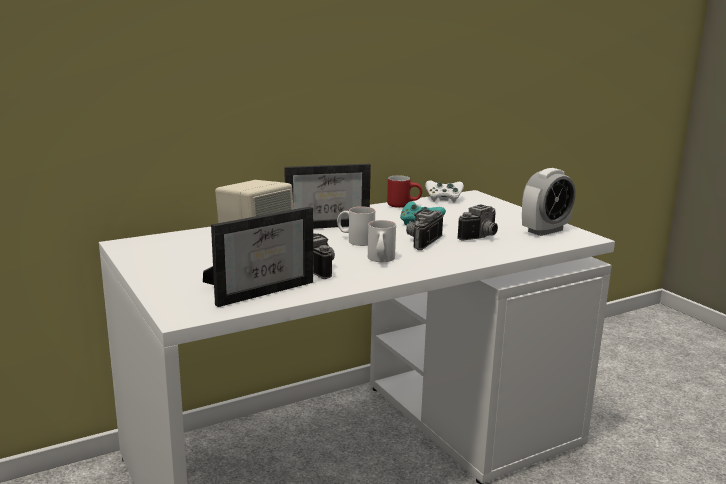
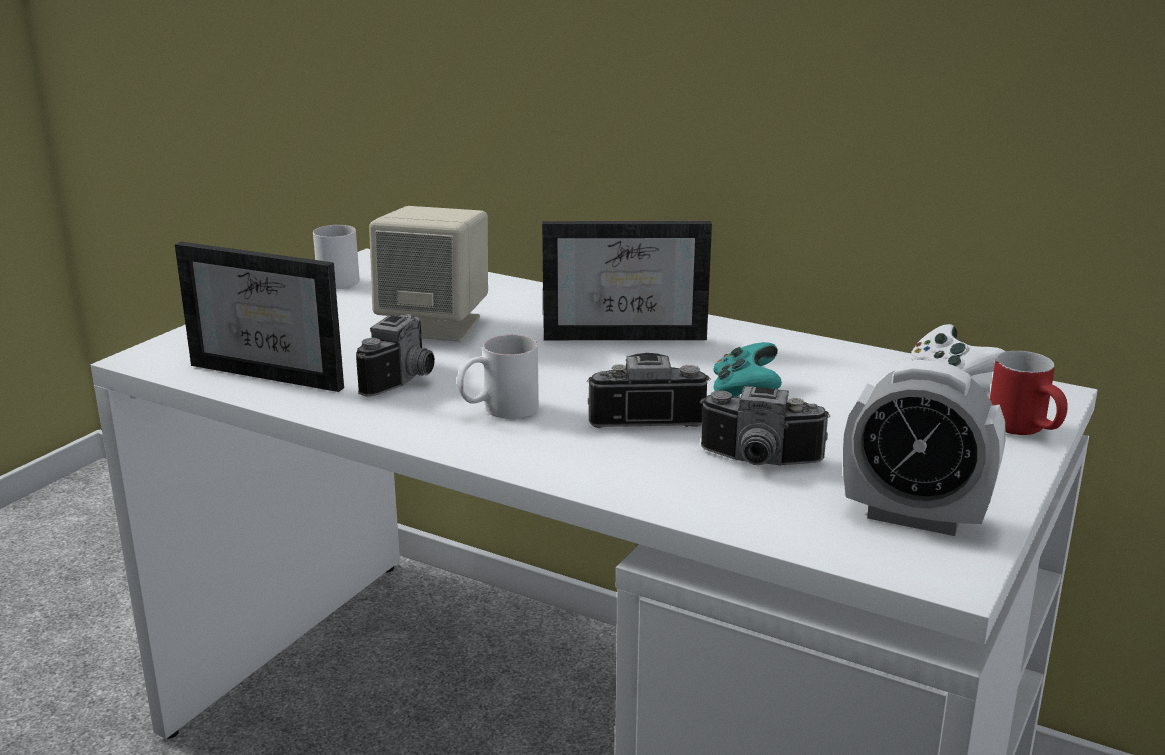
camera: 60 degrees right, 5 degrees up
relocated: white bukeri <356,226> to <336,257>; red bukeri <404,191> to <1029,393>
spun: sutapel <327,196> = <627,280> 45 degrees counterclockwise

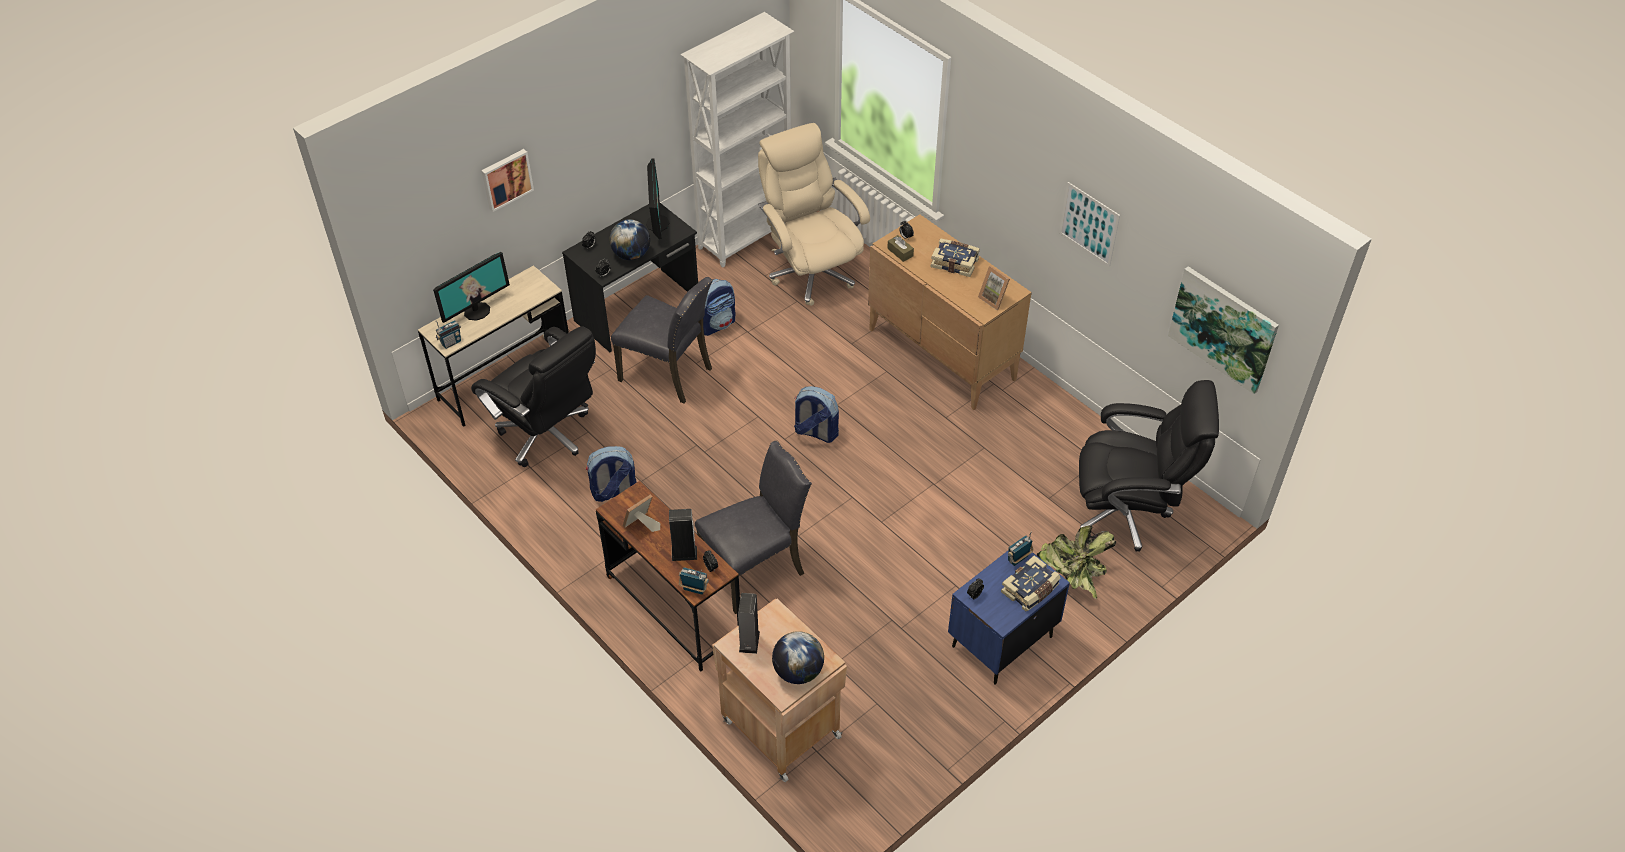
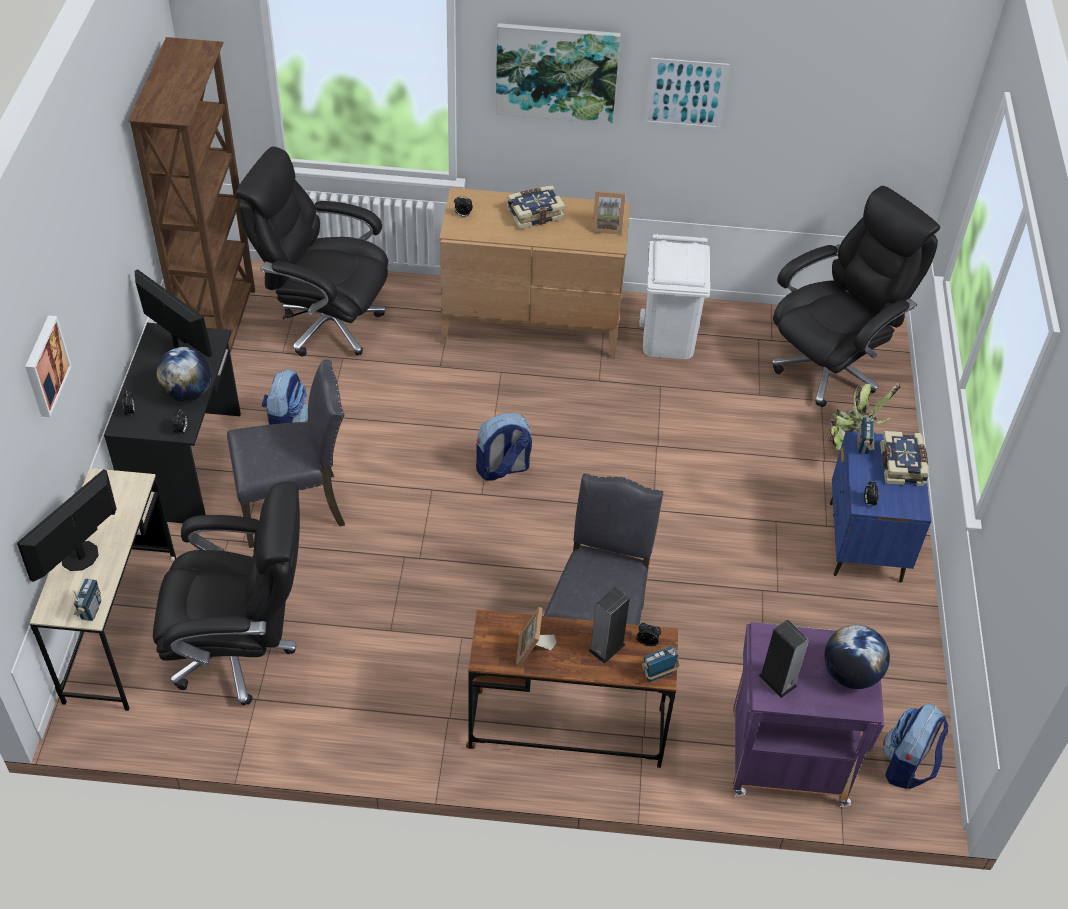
camera: 45 degrees left, 0 degrees up
missing: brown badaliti <900,248>
appeared: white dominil <674,296>
relocated: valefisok <1223,330> to <558,73>; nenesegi <611,474> to <915,746>
colour: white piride <737,140> to brown piride <191,195>; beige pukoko <814,214> to black pukoko <312,251>; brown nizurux <779,690> to purple nizurux <808,714>
spun: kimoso <471,287> = <67,525> 150 degrees counterclockwise

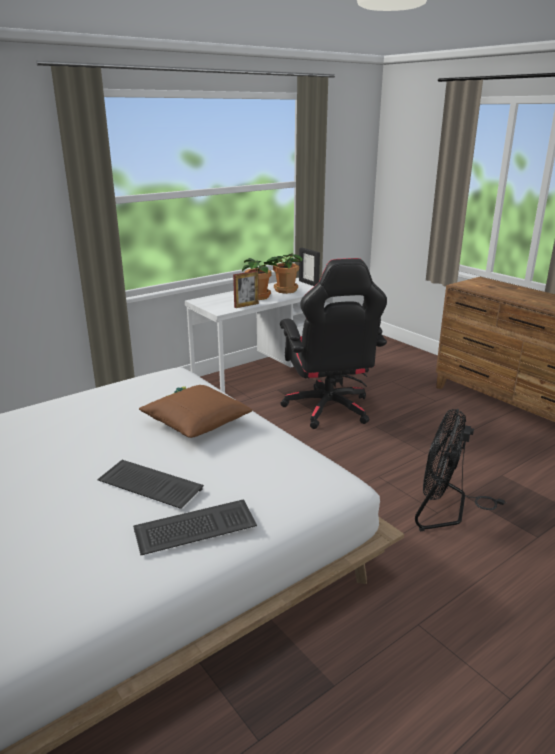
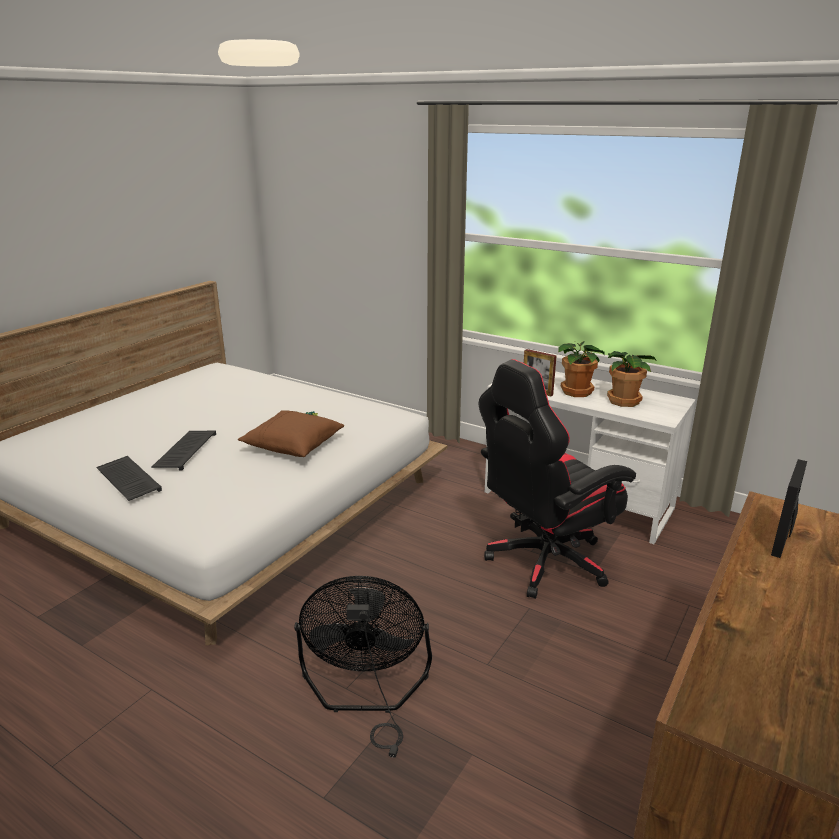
camera: 70 degrees right, 0 degrees up
relocated: sutapel <309,267> to <789,508>

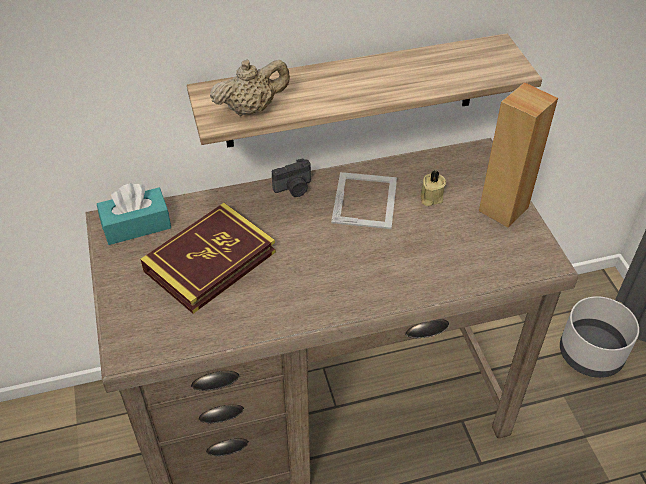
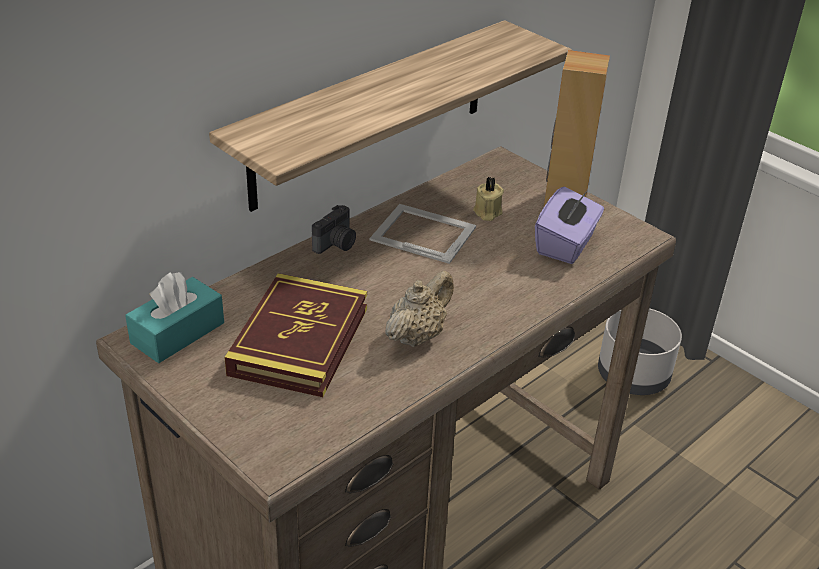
camera: 30 degrees left, 10 degrees down
appeared: purple badaliti <569,225>
relocated: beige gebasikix <250,88> to <419,308>
spun: sutapel <364,200> = <423,234> 45 degrees counterclockwise

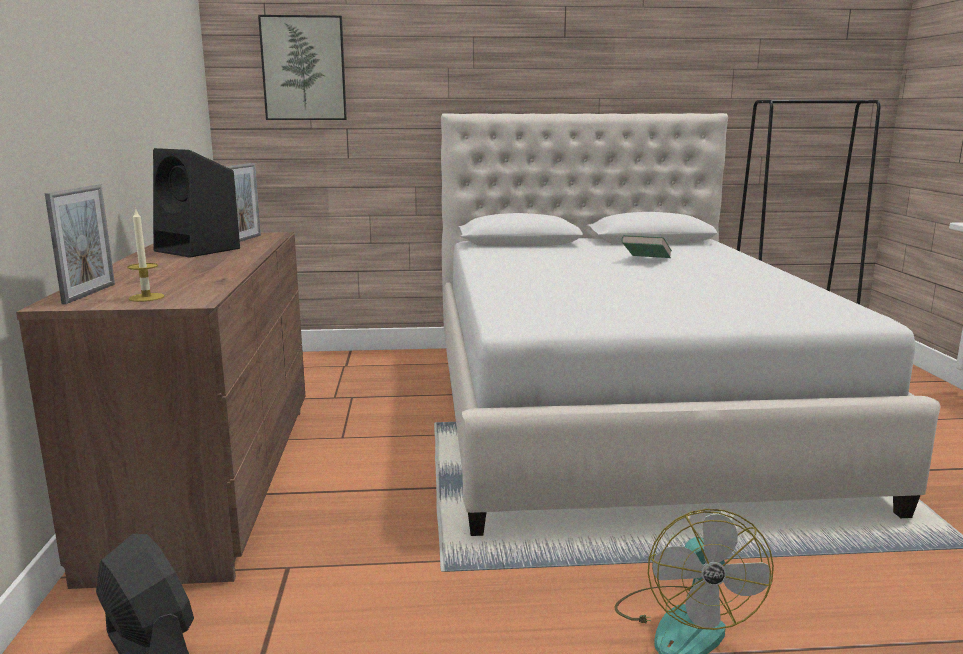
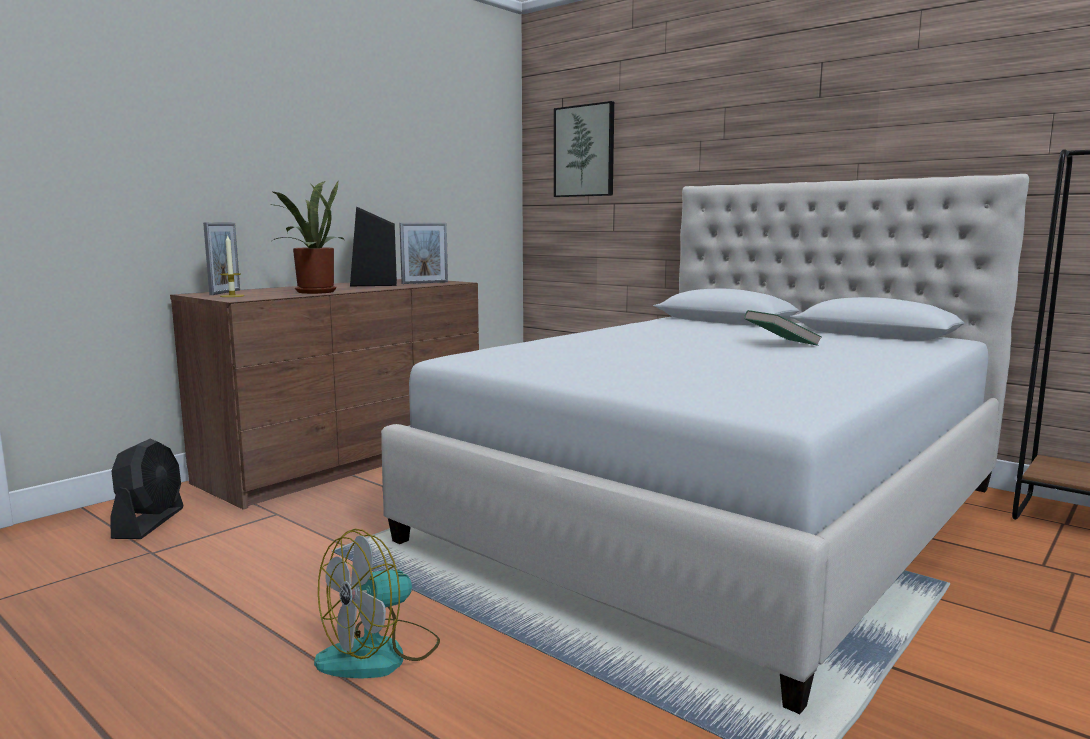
camera: 45 degrees right, 5 degrees down
appeared: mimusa <307,237>
spun: sutapel <80,244> = <221,258> 45 degrees counterclockwise

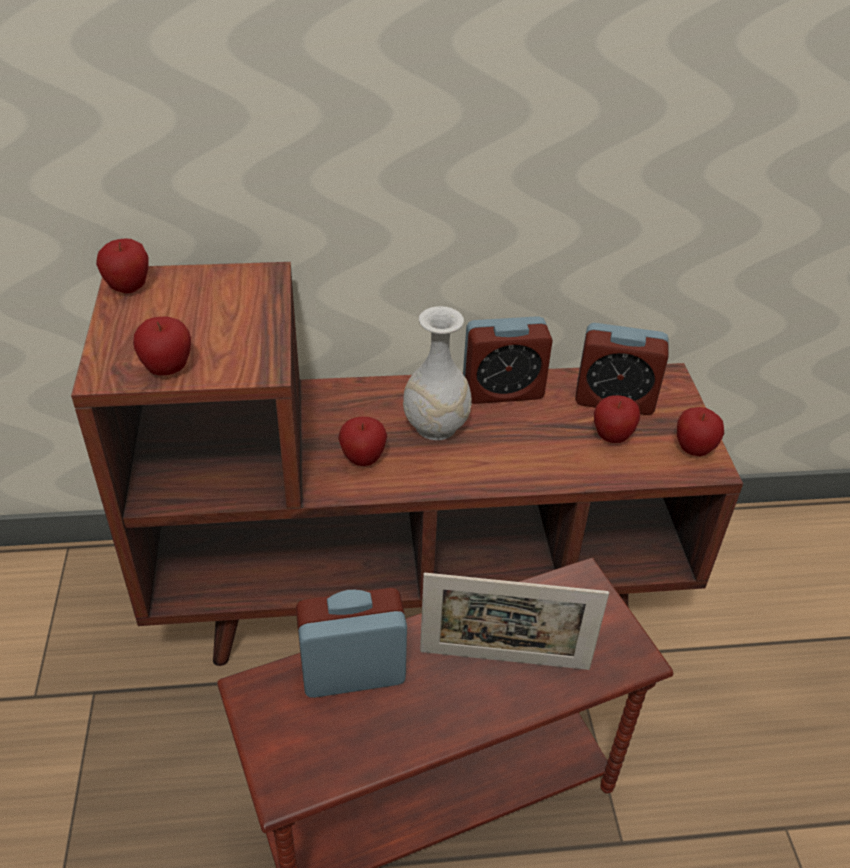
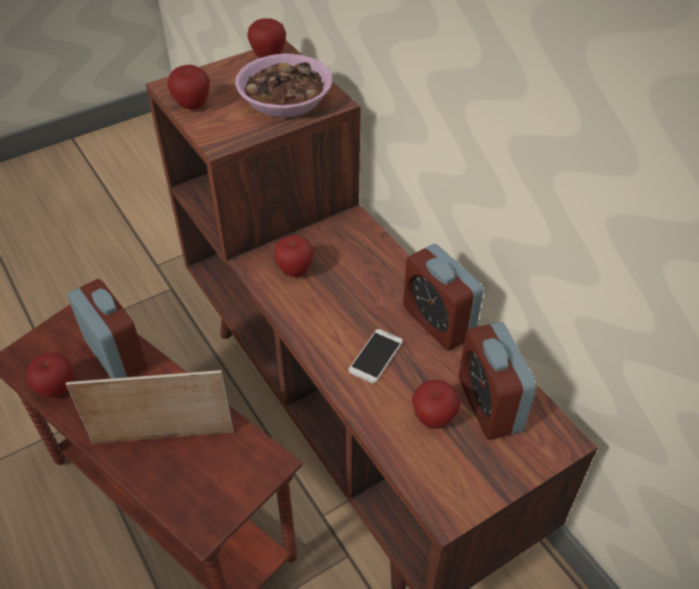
camera: 65 degrees right, 5 degrees up
missing: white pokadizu <437,373>
appeared: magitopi <283,86>; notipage <375,356>
relocated: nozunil <700,431> to <49,375>
spun: sutapel <514,621> = <149,407> 105 degrees clockwise

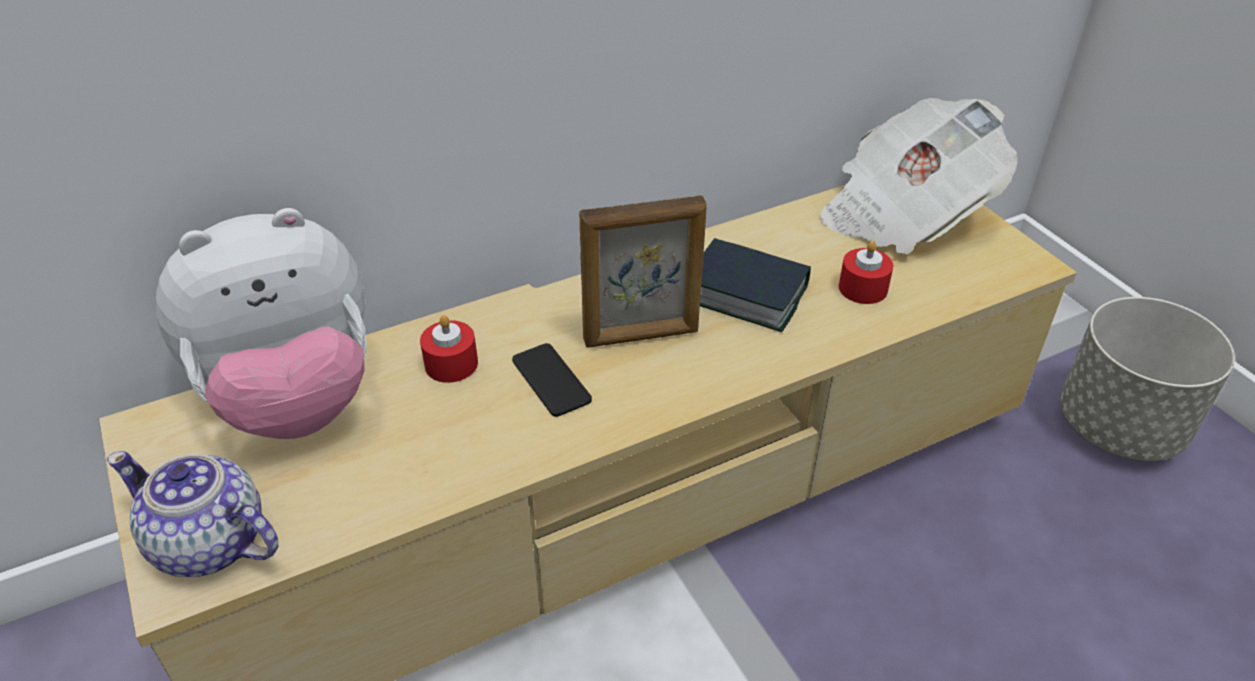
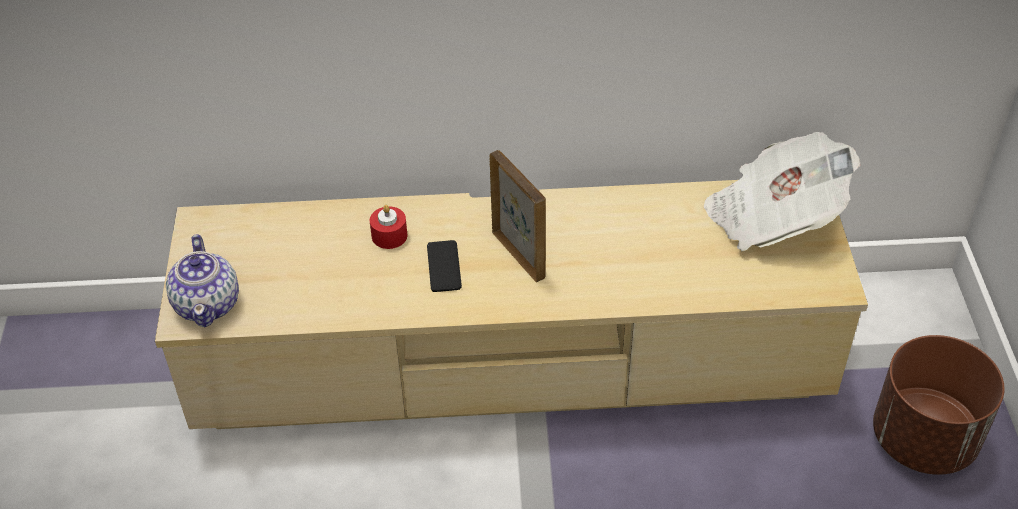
camera: 25 degrees right, 5 degrees up
missing: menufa <261,323>; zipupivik <755,285>; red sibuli <866,272>
colour: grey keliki <1147,379> to brown keliki <938,405>
spun: gebasikix <192,514> = <202,280> 150 degrees counterclockwise; sutapel <643,272> = <517,216> 135 degrees counterclockwise

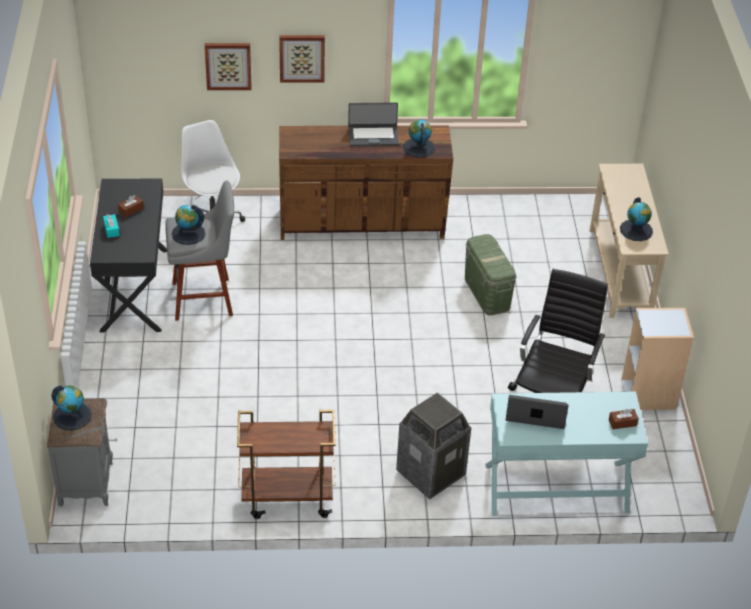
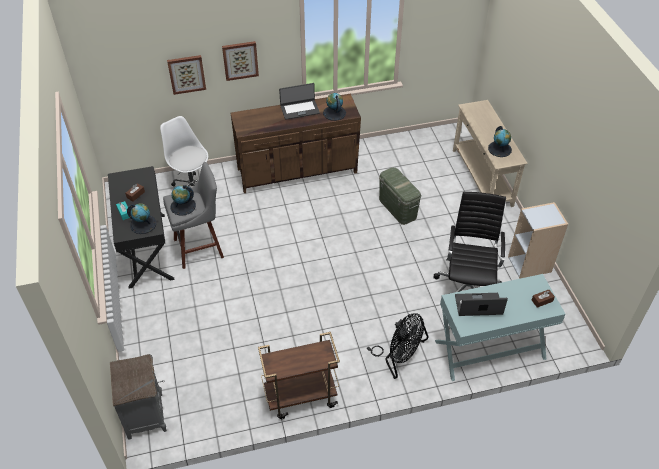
camera: 10 degrees left, 5 degrees up
relocated: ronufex <71,408> to <141,218>
exchanged: dominil <433,445> to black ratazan <398,346>

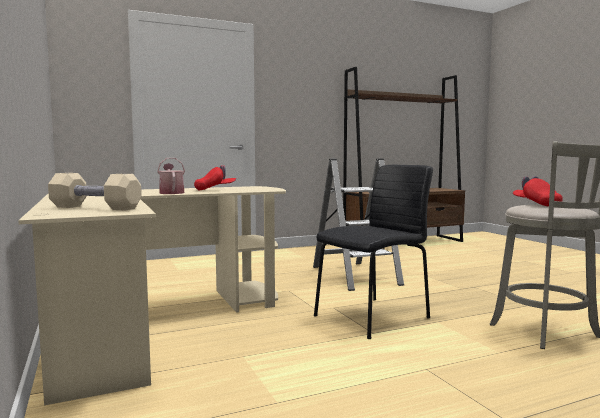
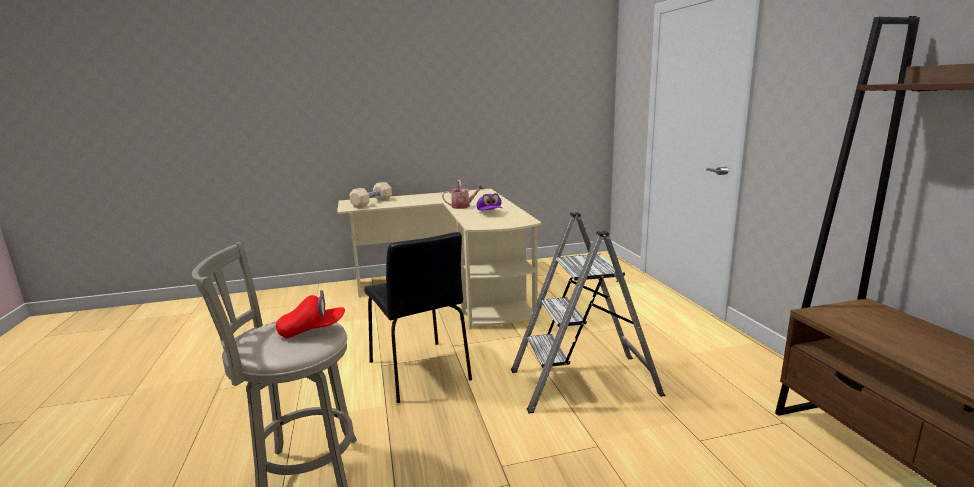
camera: 100 degrees right, 10 degrees up
colour: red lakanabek <215,177> to purple lakanabek <489,202>

